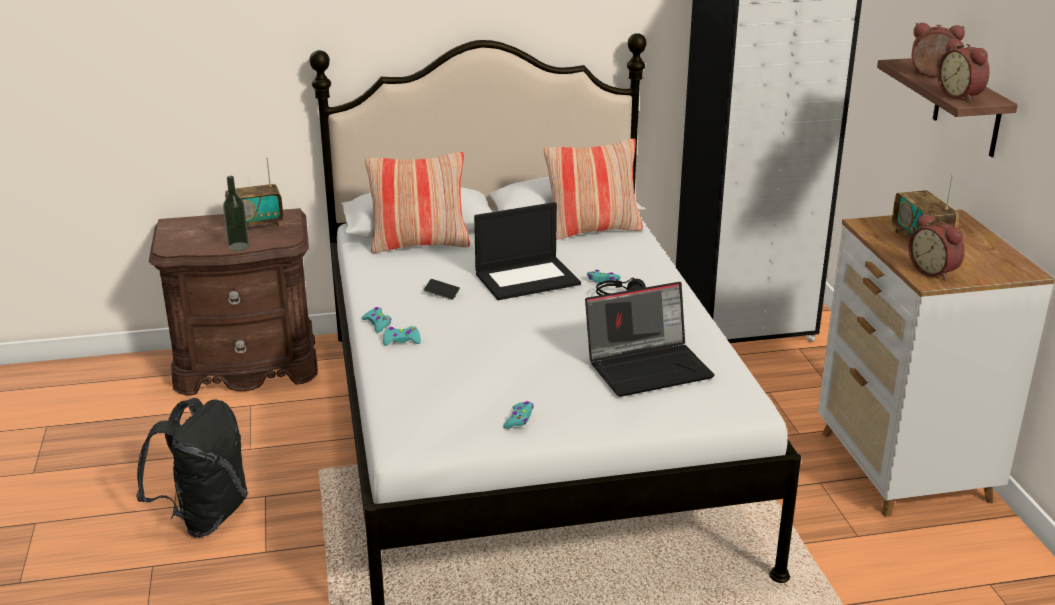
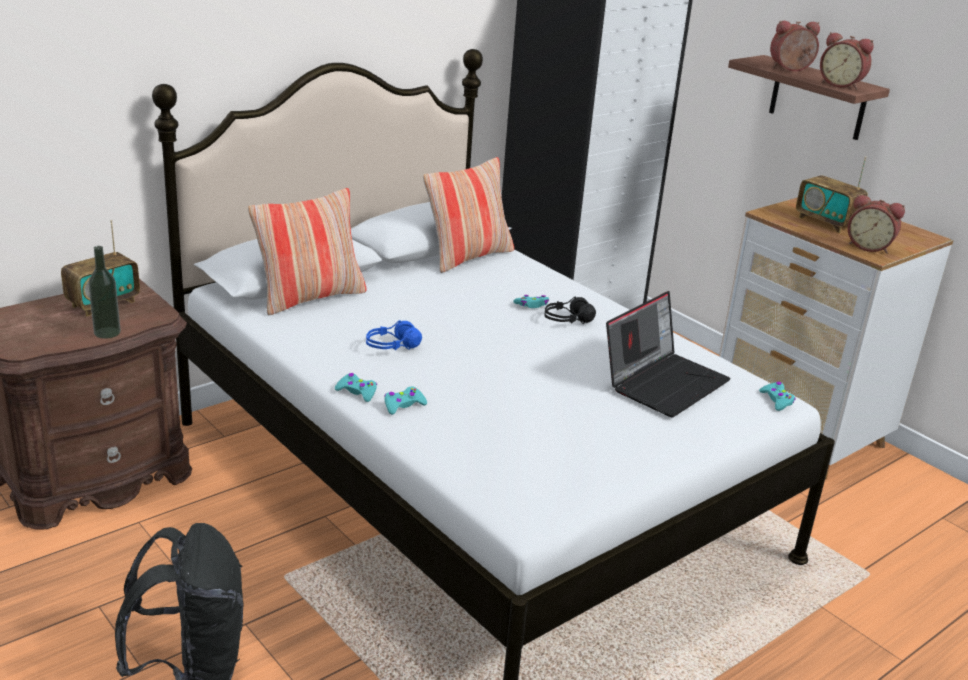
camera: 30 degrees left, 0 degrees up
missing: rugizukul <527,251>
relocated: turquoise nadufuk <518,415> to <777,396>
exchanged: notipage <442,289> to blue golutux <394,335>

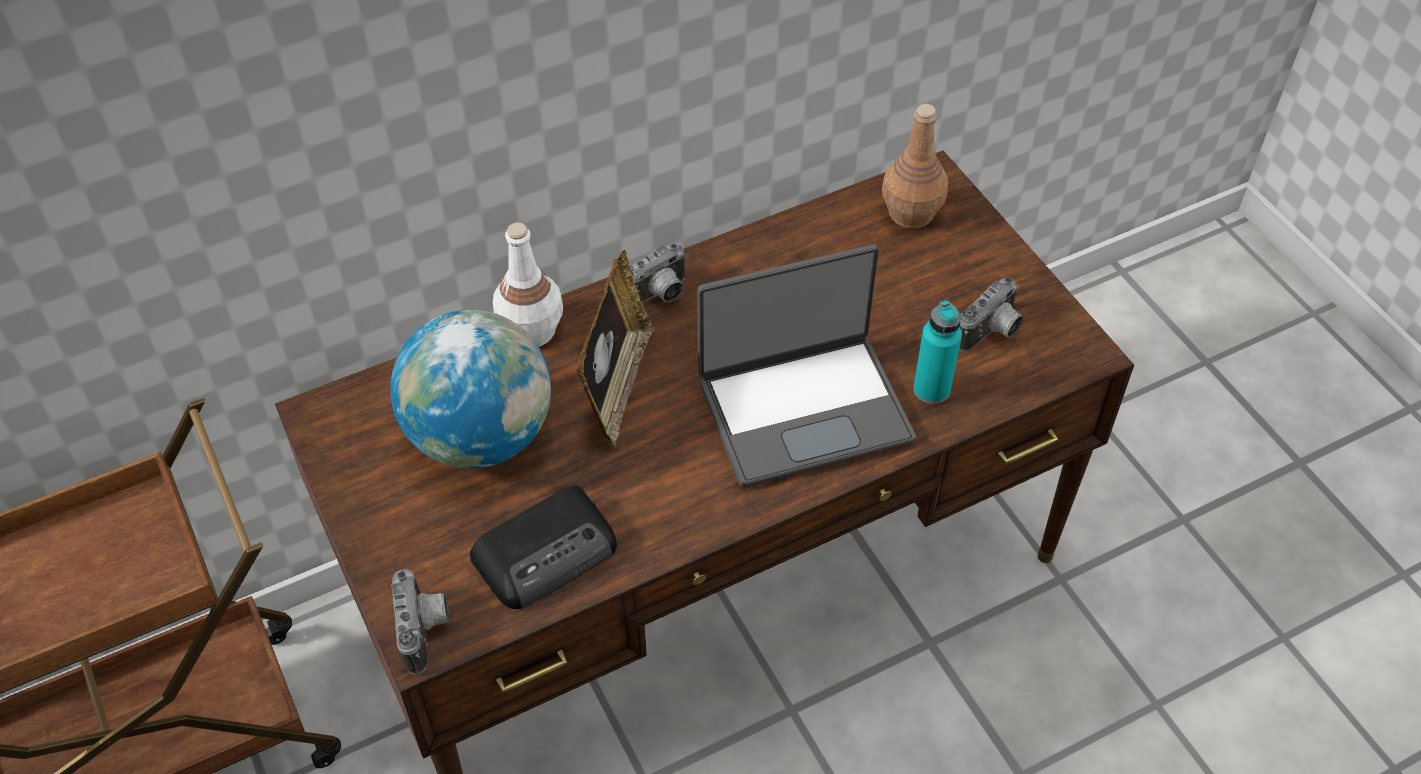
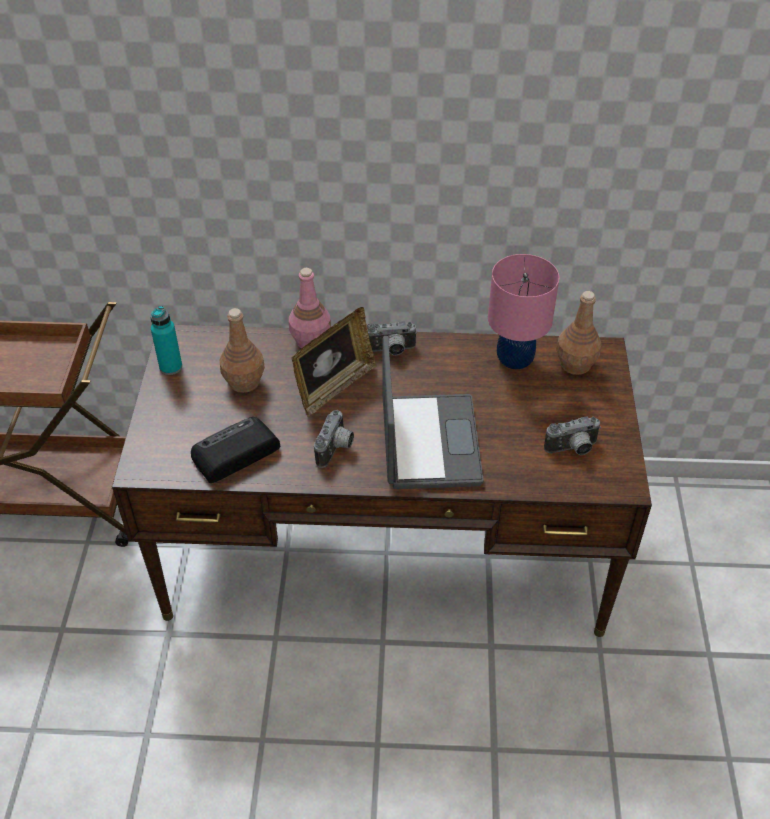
camera: 30 degrees right, 5 degrees down
appeared: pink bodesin <523,311>
relocated: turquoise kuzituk <937,352> to <166,340>; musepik <420,621> to <334,439>
exchanged: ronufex <470,389> to brown kuzituk <242,350>
colour: white kuzituk <528,285> to pink kuzituk <310,308>
spun: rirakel <543,547> = <235,450> 150 degrees clockwise; rugizukul <806,366> = <433,412> 105 degrees counterclockwise

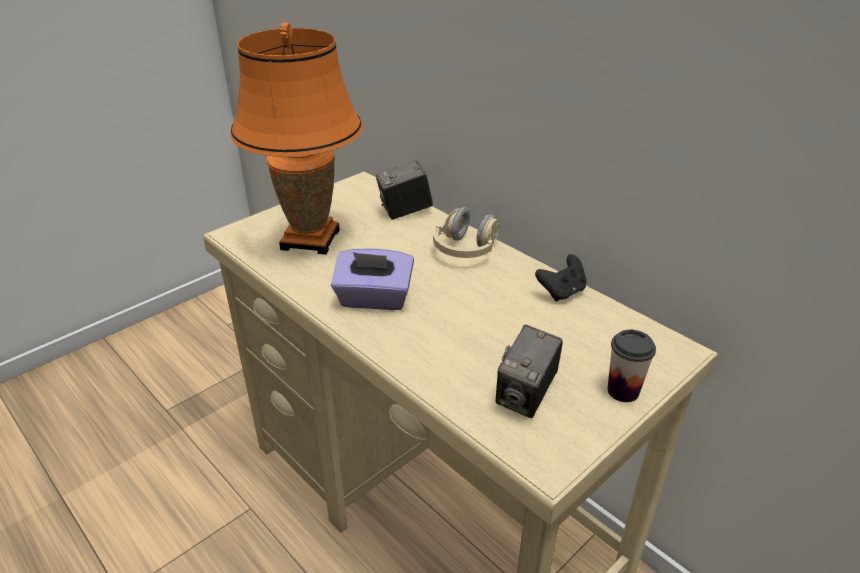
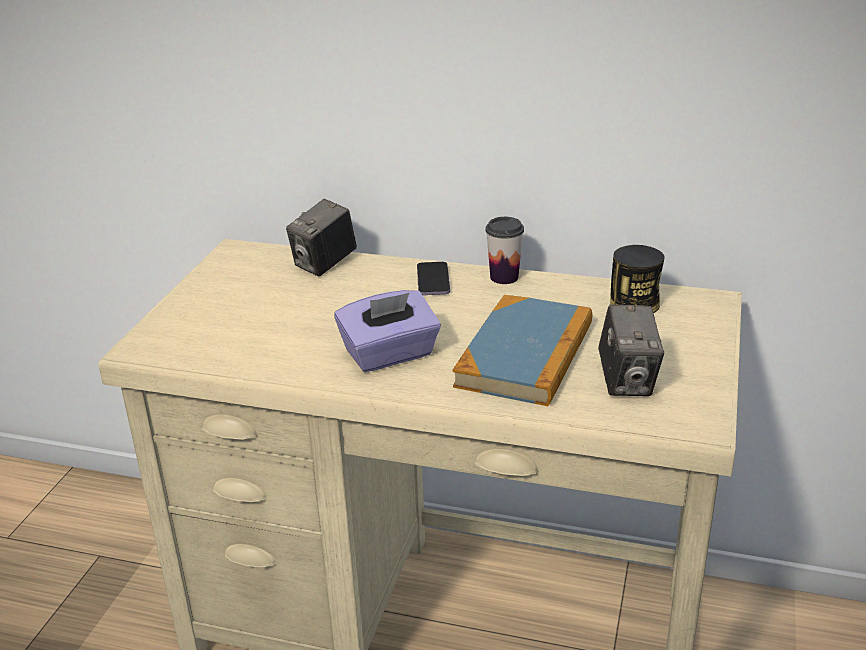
camera: 30 degrees left, 5 degrees down
missing: orange bodesin <296,138>; black nadufuk <560,278>
appeared: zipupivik <522,350>; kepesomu <637,279>
relocated: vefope <632,366> to <505,250>
exchanged: beige golutux <466,232> to notipage <433,279>

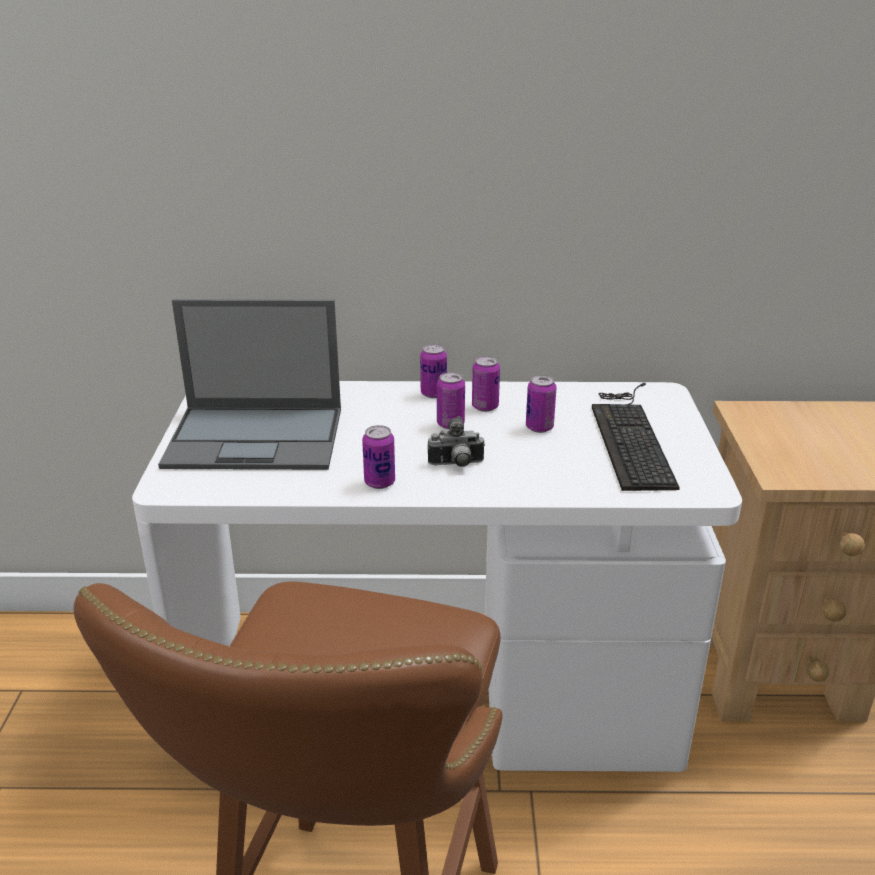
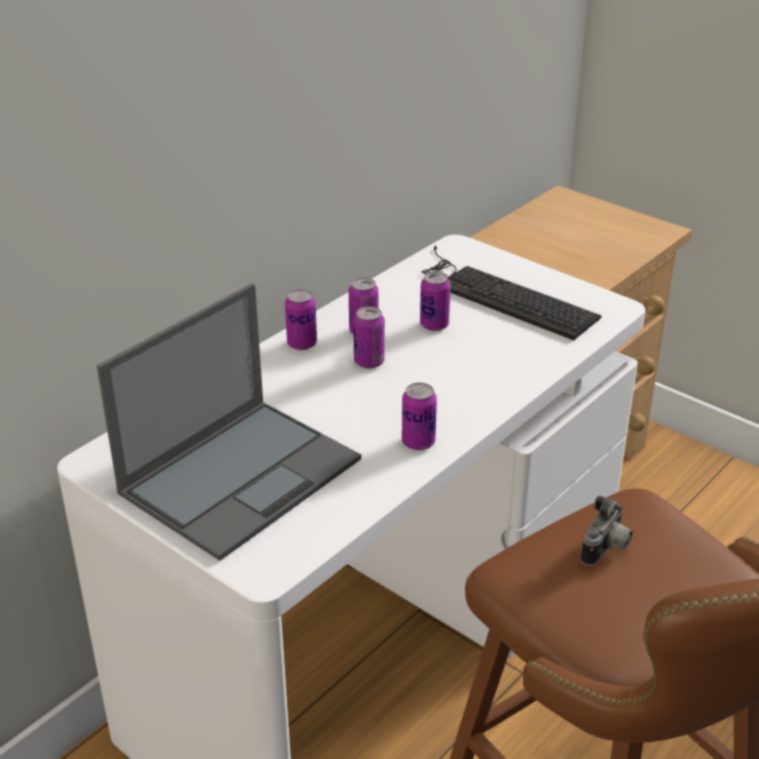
camera: 50 degrees left, 5 degrees up
relocated: musepik <456,441> to <607,530>

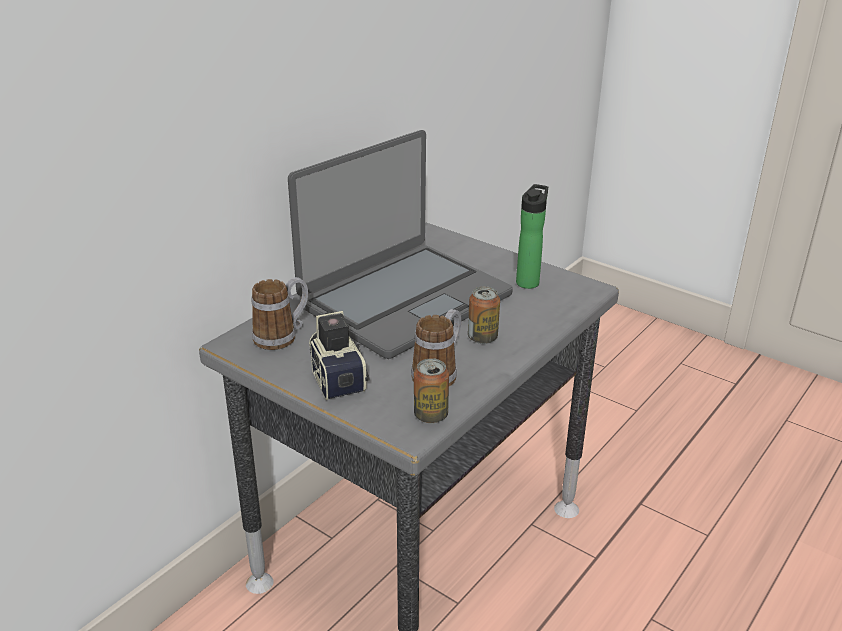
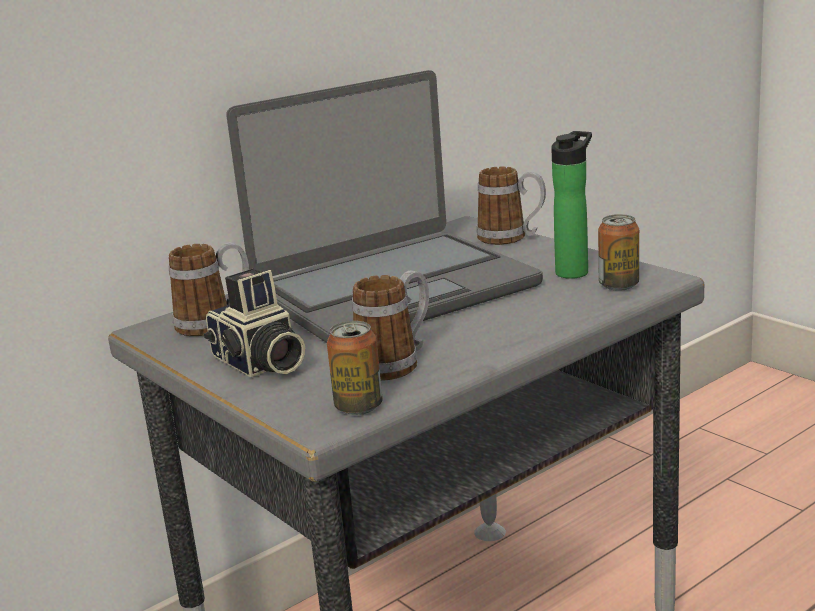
camera: 15 degrees right, 10 degrees down
appeared: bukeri <511,205>
relocated: kepesomu <484,315> to <618,252>
spun: musepik <339,355> = <254,323> 150 degrees clockwise

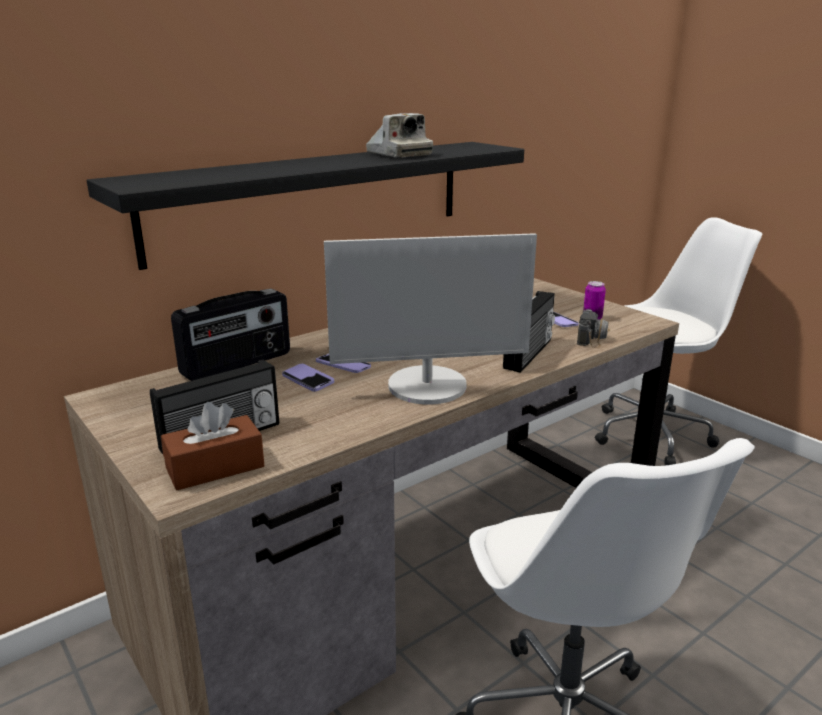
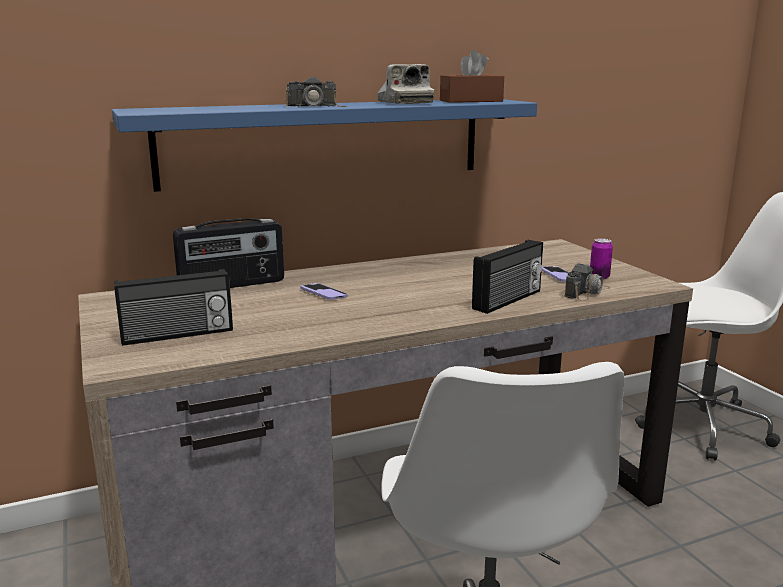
camera: 15 degrees right, 5 degrees down
missing: notipage <308,378>; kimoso <430,318>
appeared: musepik <317,91>
relocated: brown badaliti <212,446> to <472,76>
colour: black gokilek <305,206> to blue gokilek <324,145>

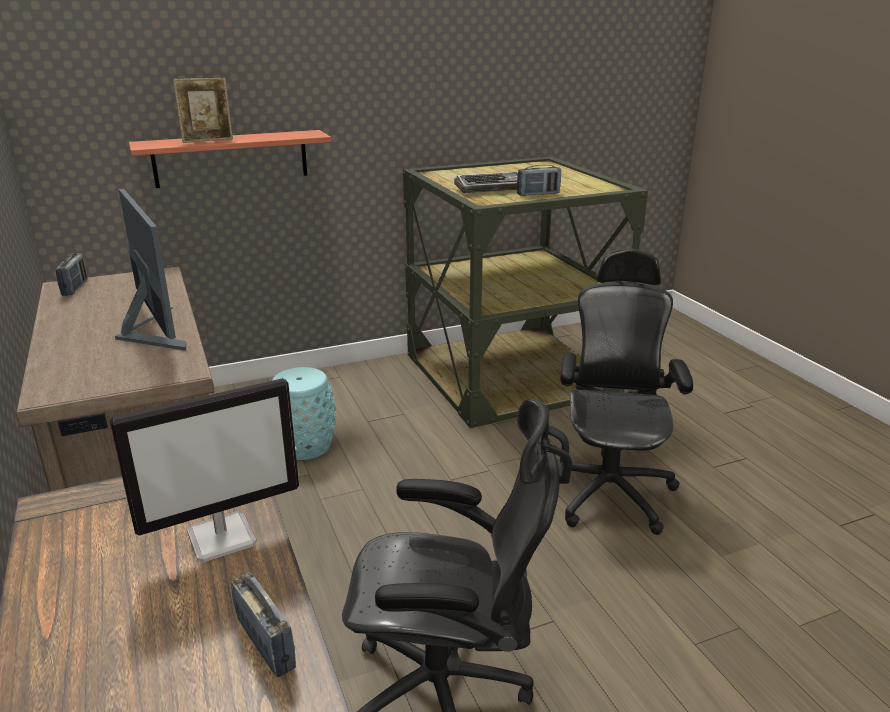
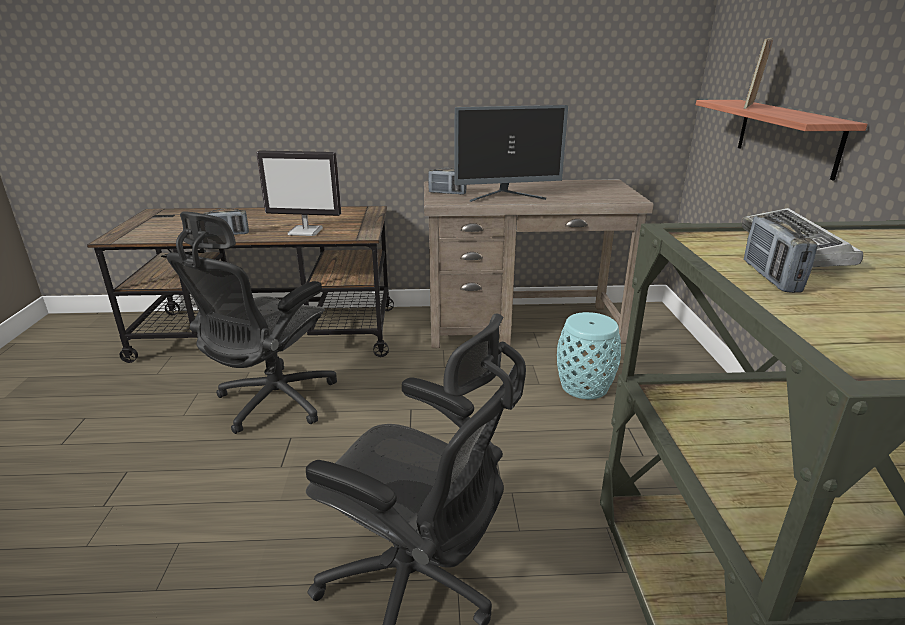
camera: 110 degrees right, 0 degrees up
relocated: rirakel <71,274> to <447,181>
spun: kimoso <204,470> = <298,193> 75 degrees counterclockwise; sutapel <203,110> = <758,73> 45 degrees clockwise

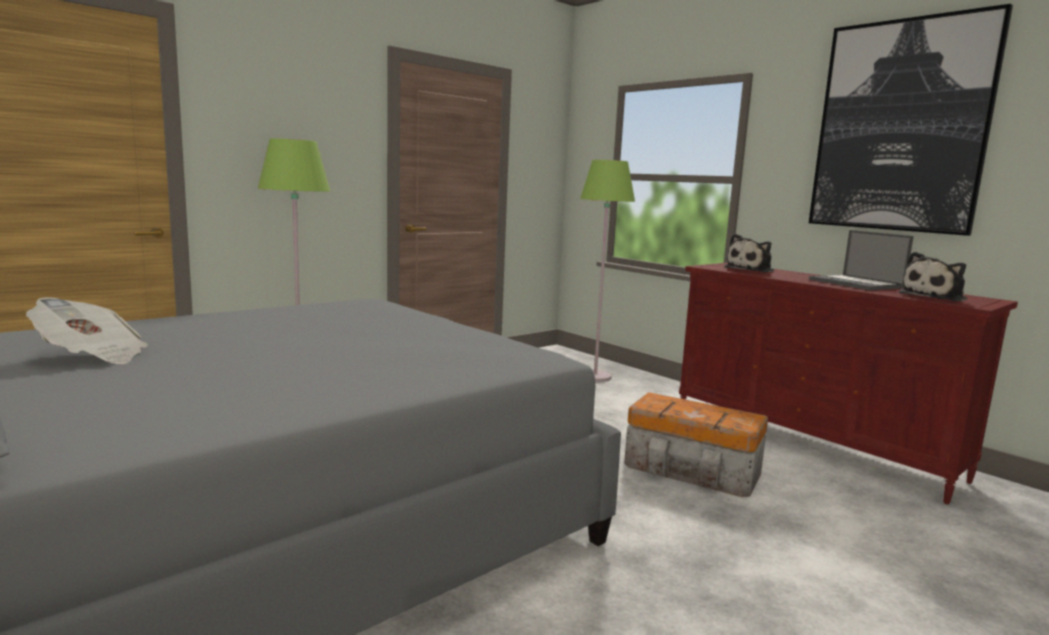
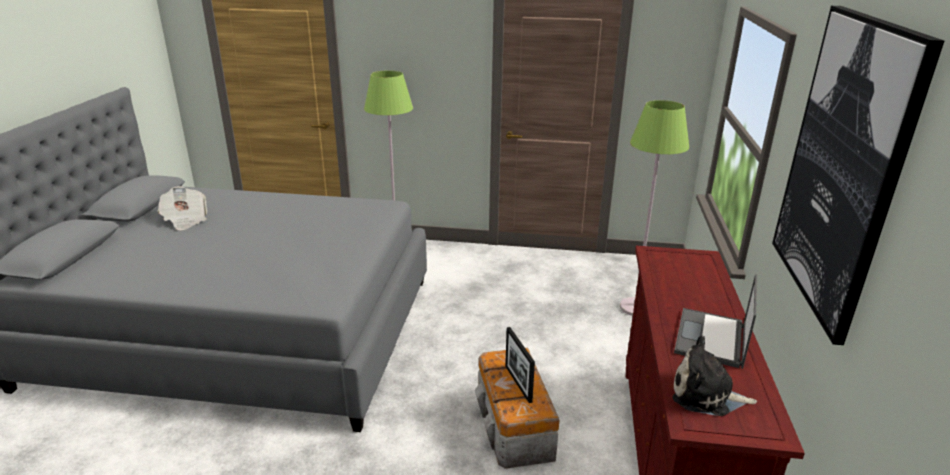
camera: 50 degrees right, 15 degrees up
missing: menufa <749,253>
appeared: sutapel <520,365>

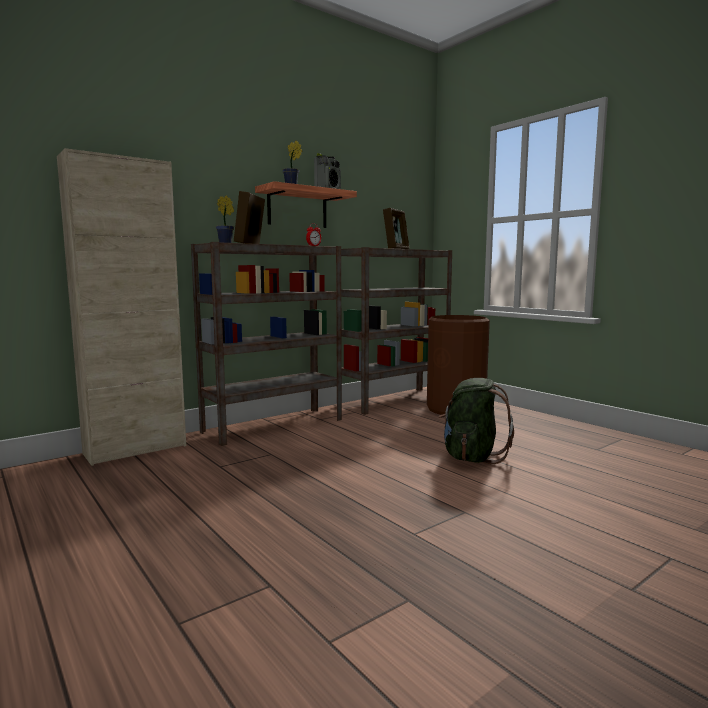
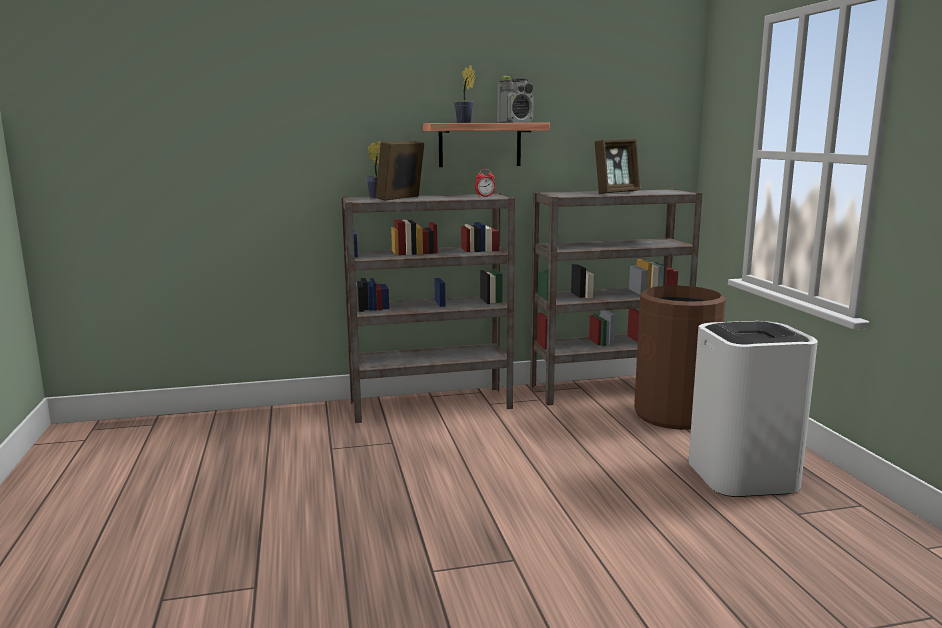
camera: 25 degrees right, 5 degrees up
missing: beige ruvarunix <121,307>; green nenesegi <476,421>
appeared: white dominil <753,409>

